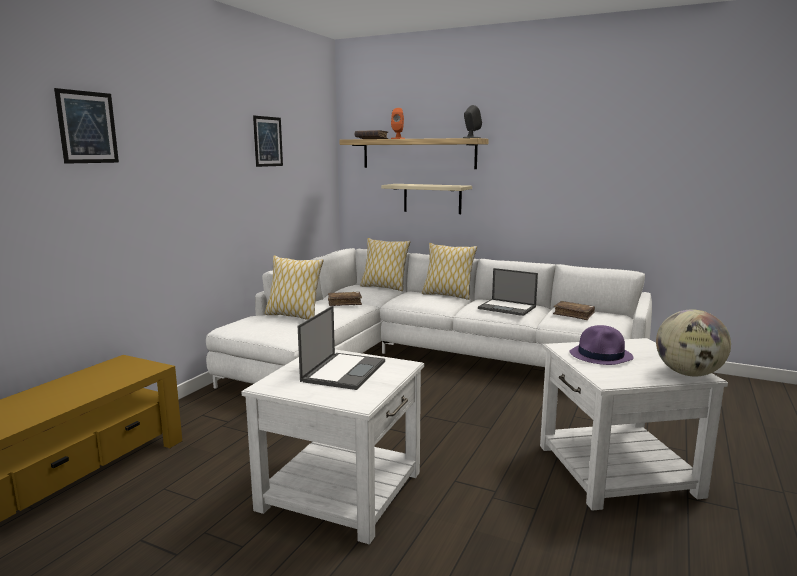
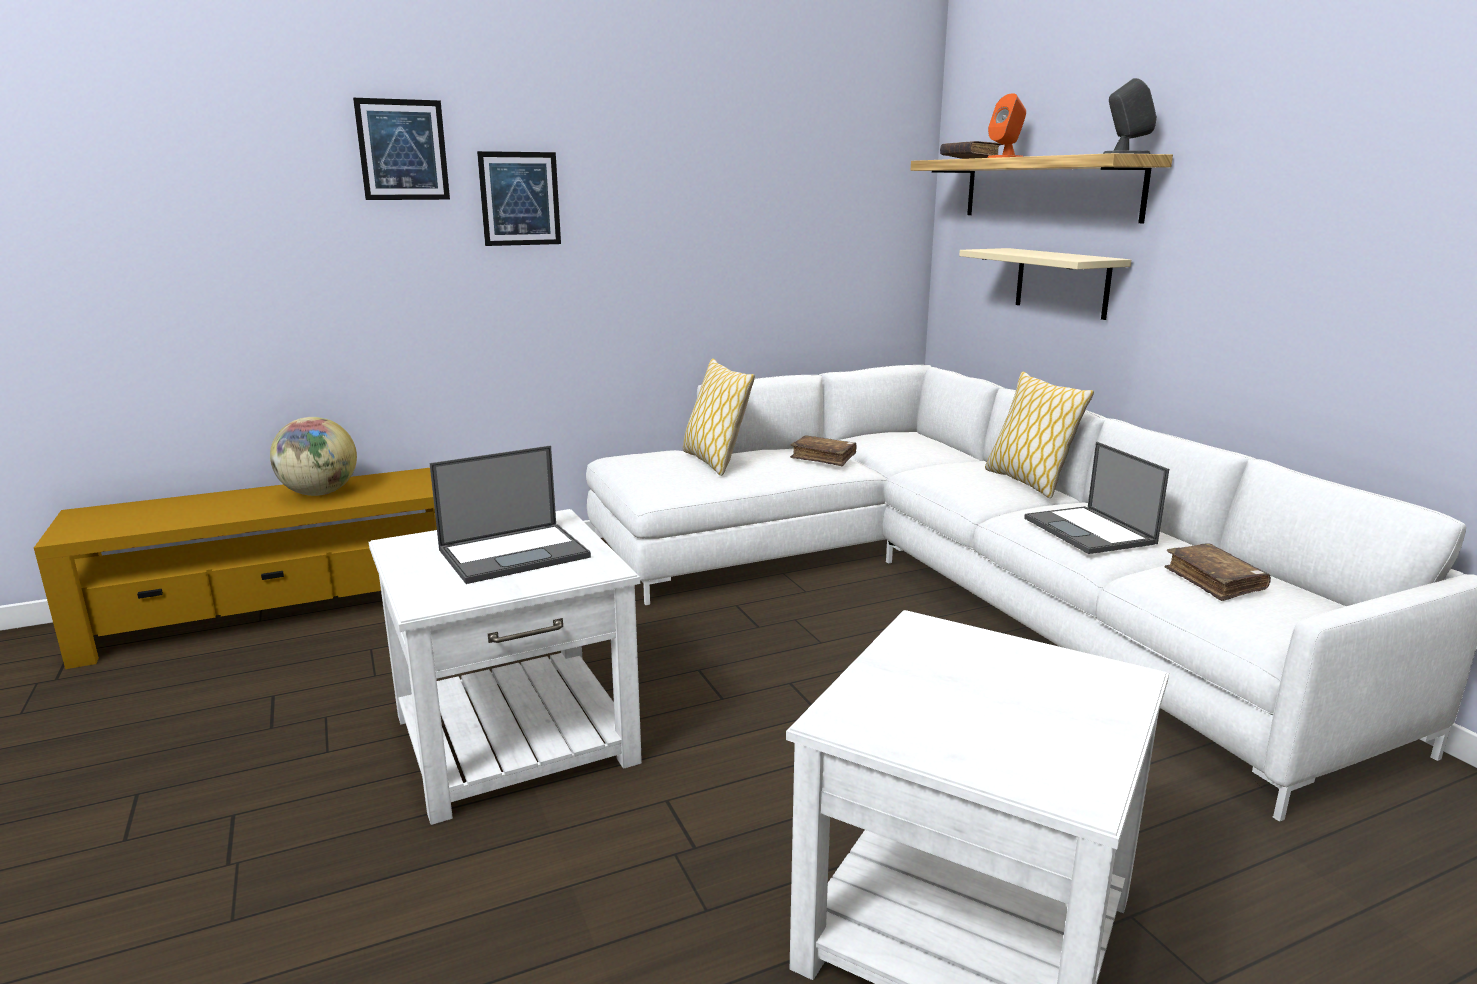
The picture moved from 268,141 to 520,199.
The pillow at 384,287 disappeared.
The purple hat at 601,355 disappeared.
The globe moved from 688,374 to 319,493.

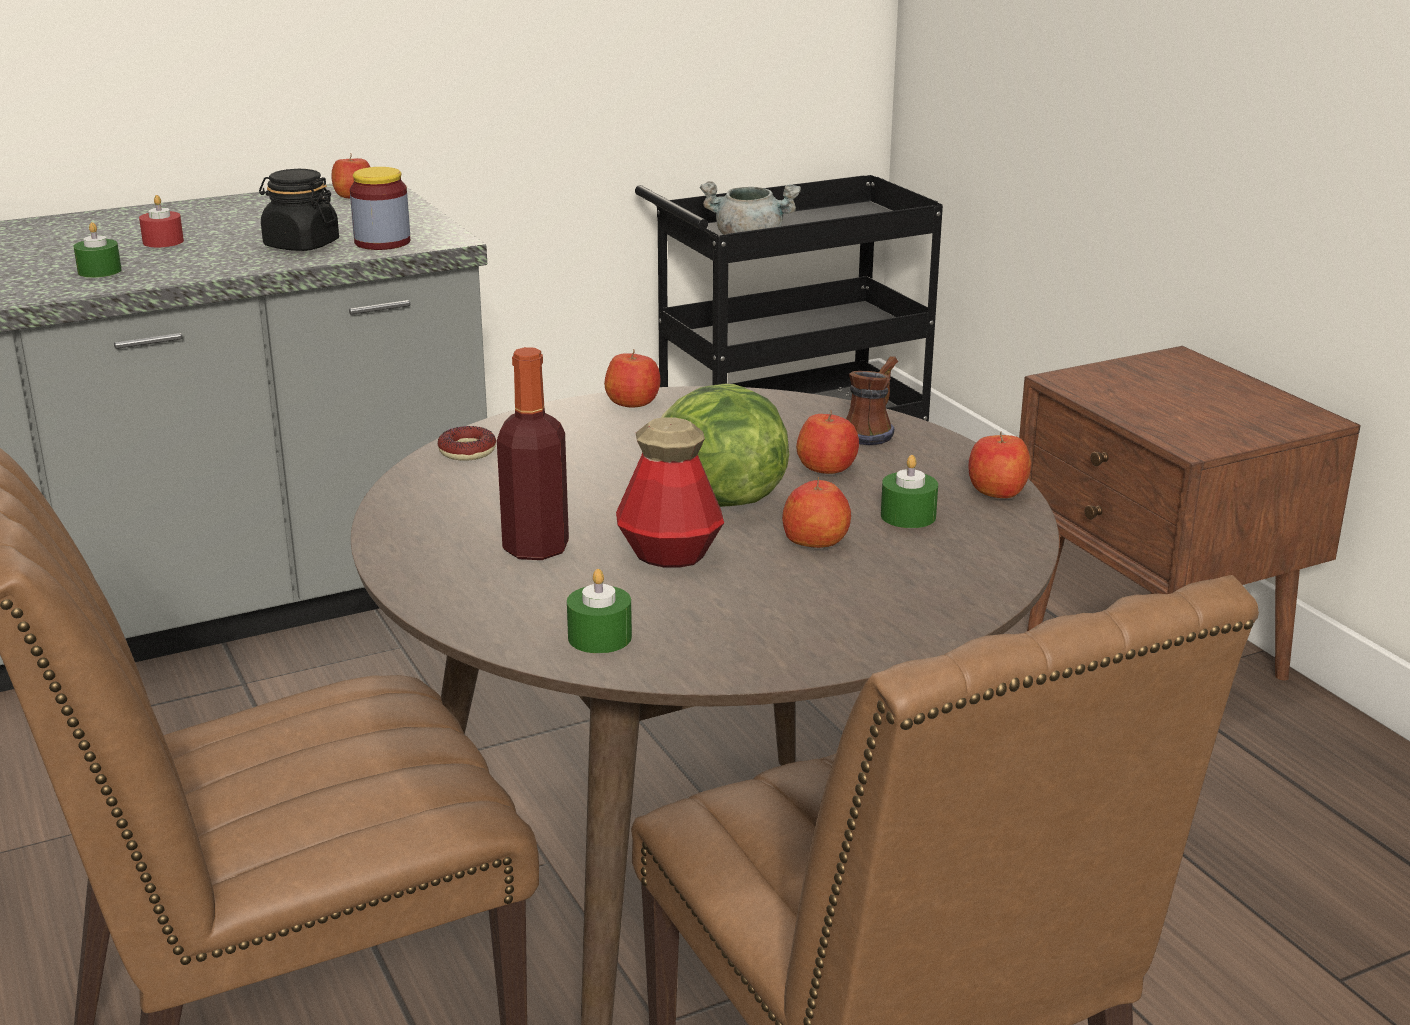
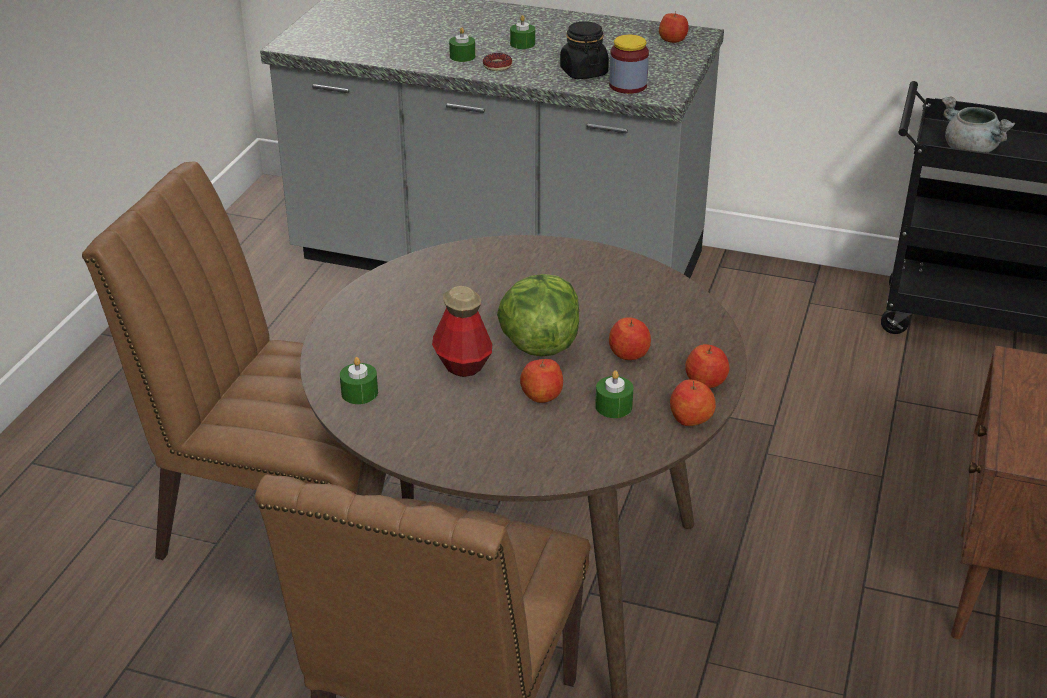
The red candle at 163,241 became the green candle at 522,44.
The donut moved from 467,451 to 497,66.
The bottle at 535,548 disappeared.
The apple moved from 633,402 to 706,381.
The mug at 873,430 disappeared.

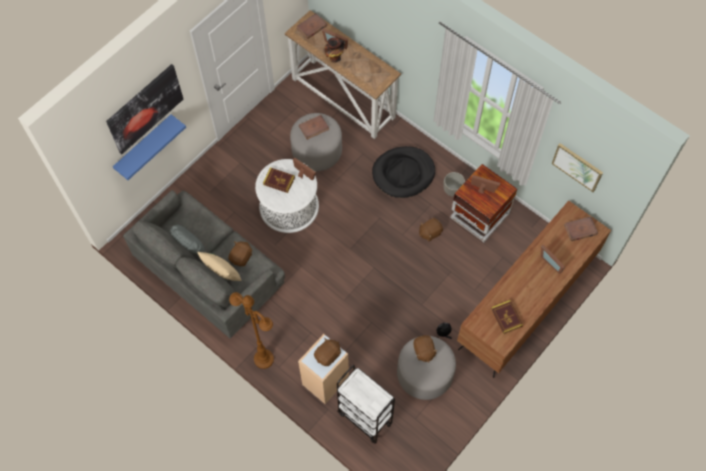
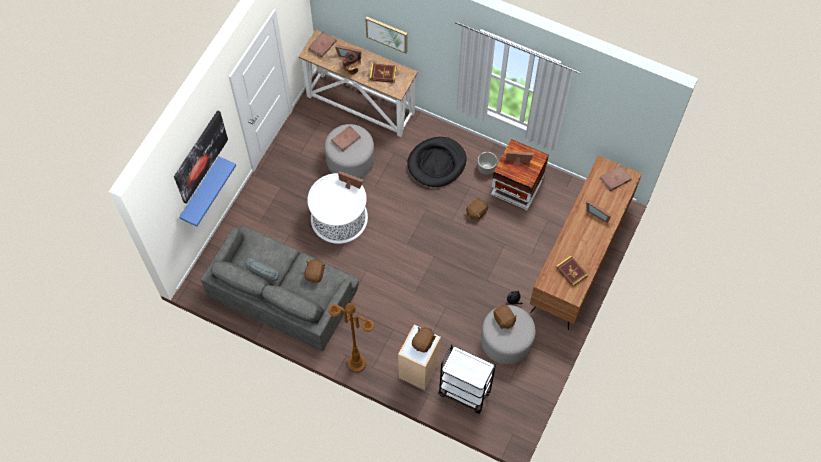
The beige pillow at 222,274 disappeared.
The book moved from 279,181 to 383,74.
The picture moved from 577,166 to 387,34.

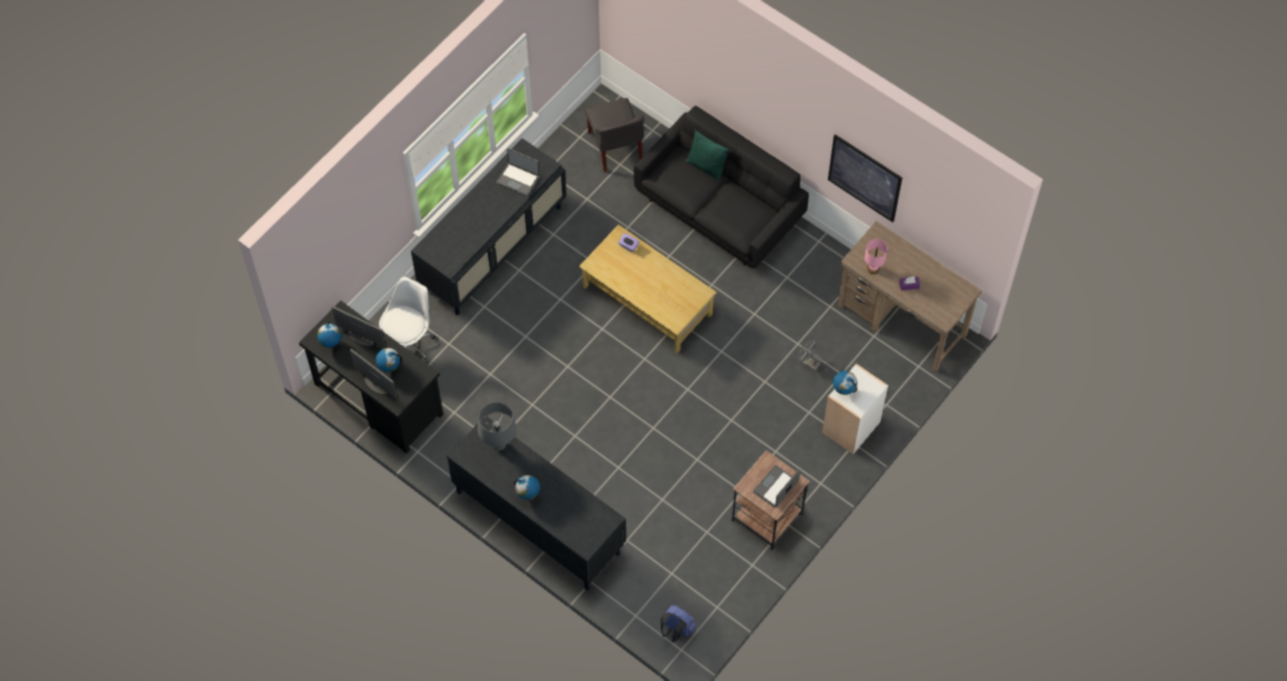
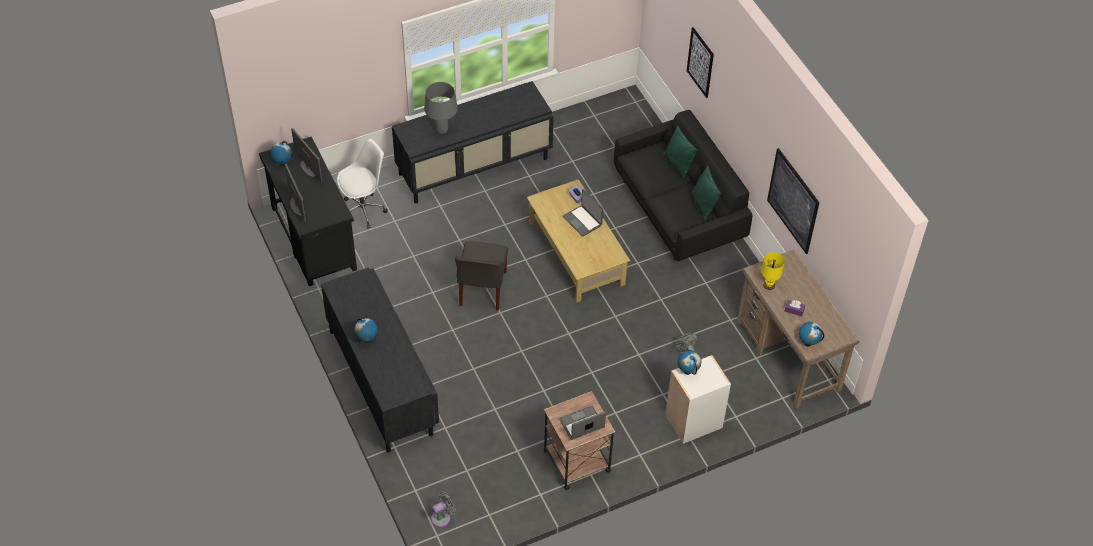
The globe moved from 389,368 to 808,343.
The grey table lamp moved from 499,445 to 442,130.
The laptop moved from 518,179 to 582,221.
The grey chair moved from 615,148 to 482,290.
The blue backpack at 676,630 was replaced by the grey fan at 442,517.
The pink table lamp at 873,269 became the yellow table lamp at 769,285.
The picture at 700,62 appeared.
The green pillow at 702,205 appeared.

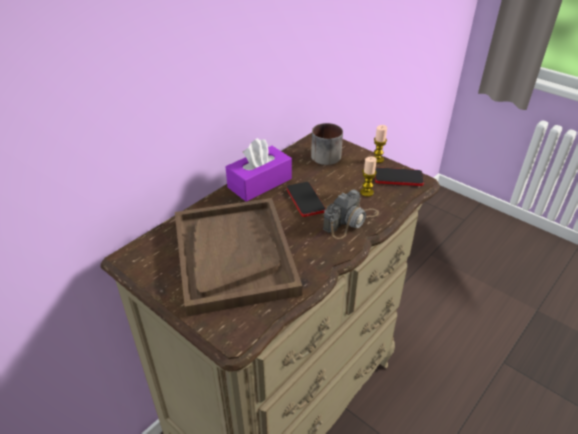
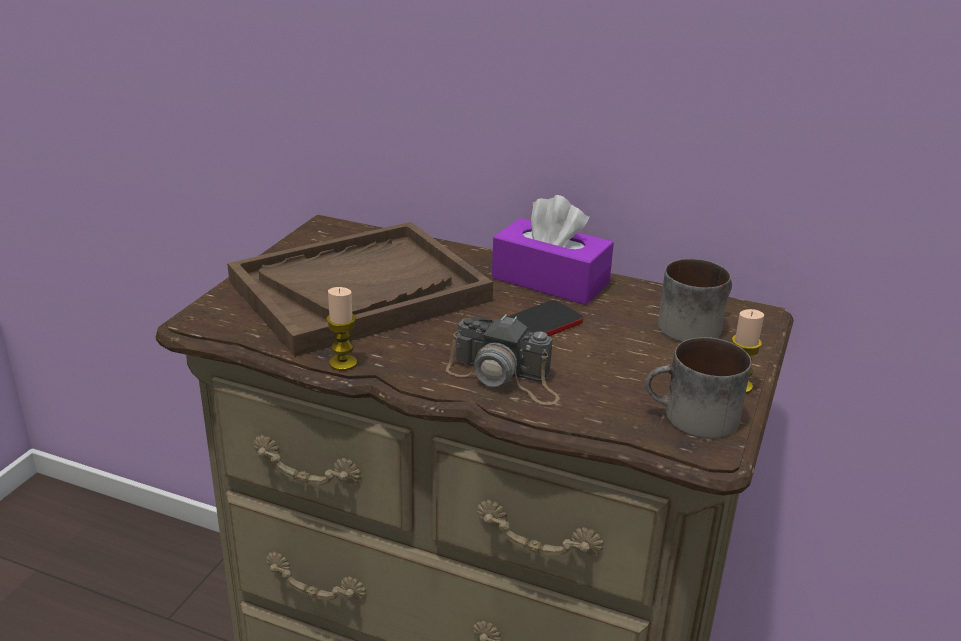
The candle moved from 366,192 to 343,363.
The phone at 398,178 was replaced by the mug at 692,418.

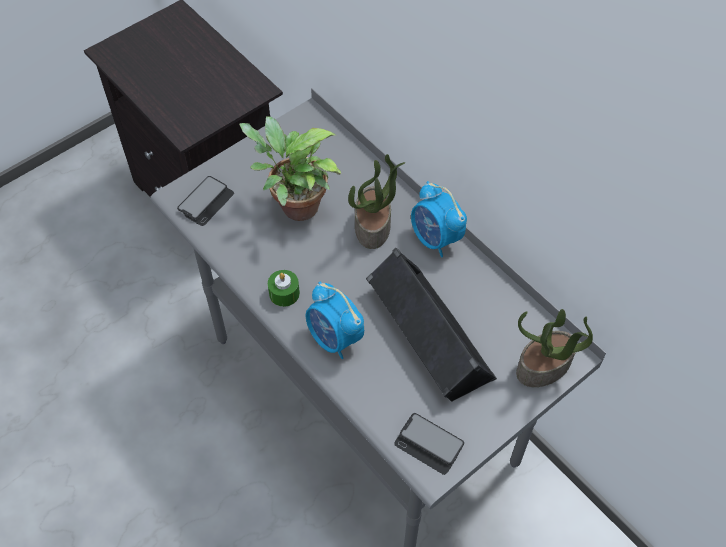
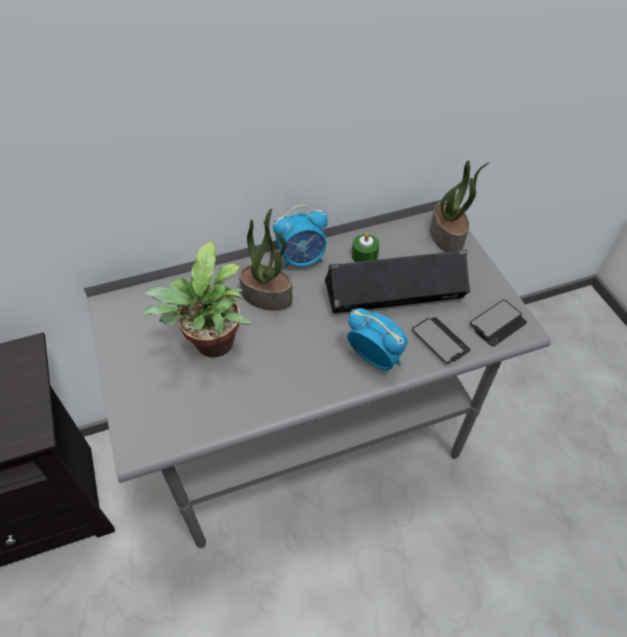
The phone moved from 206,202 to 440,341.
The green candle moved from 284,293 to 364,255.
The alarm clock at 335,338 turned 120 degrees counterclockwise.

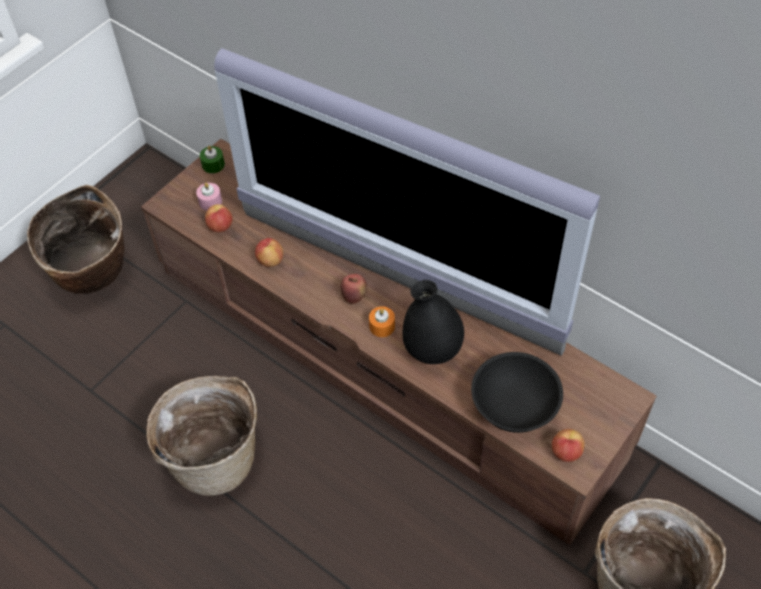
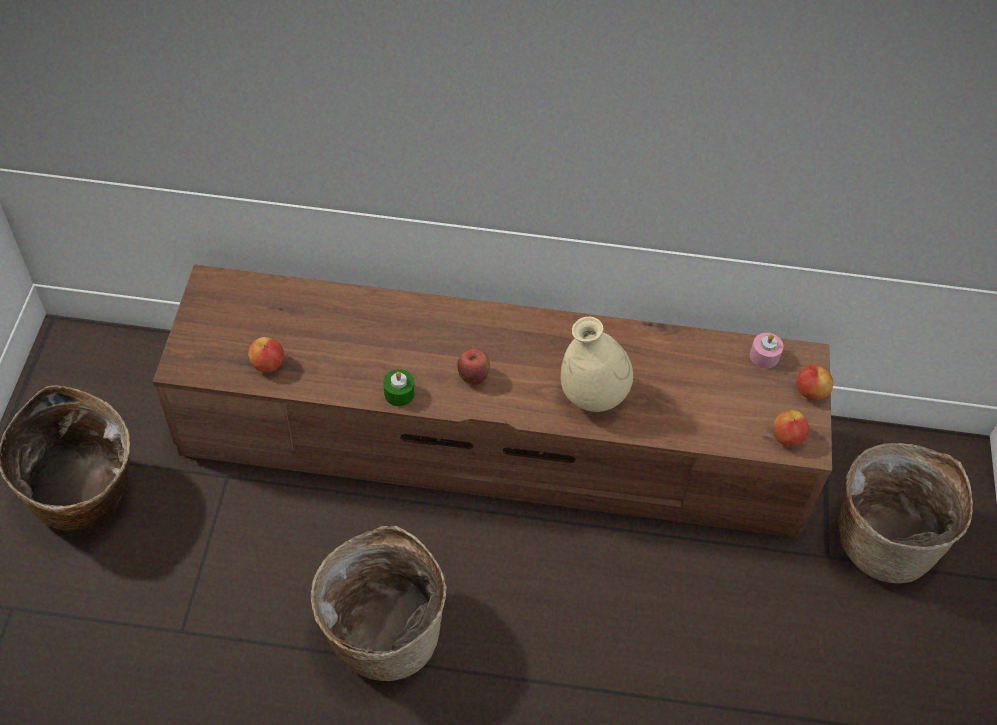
The pink candle moved from 210,201 to 764,356.
The green candle moved from 213,165 to 399,393.
The television at 396,283 disappeared.
The apple moved from 270,260 to 810,392.
The orange candle at 382,326 disappeared.
The black vase at 432,350 became the beige vase at 592,396.
The black bowl at 513,407 disappeared.

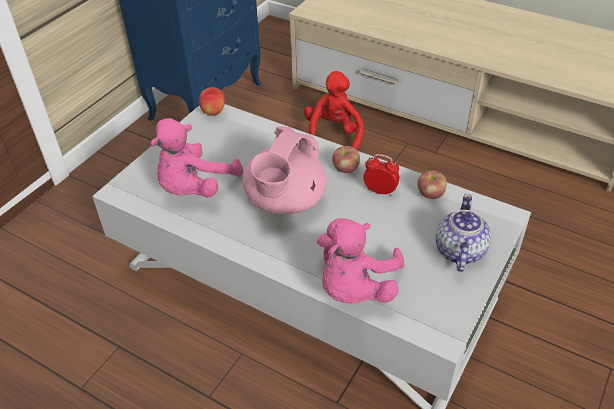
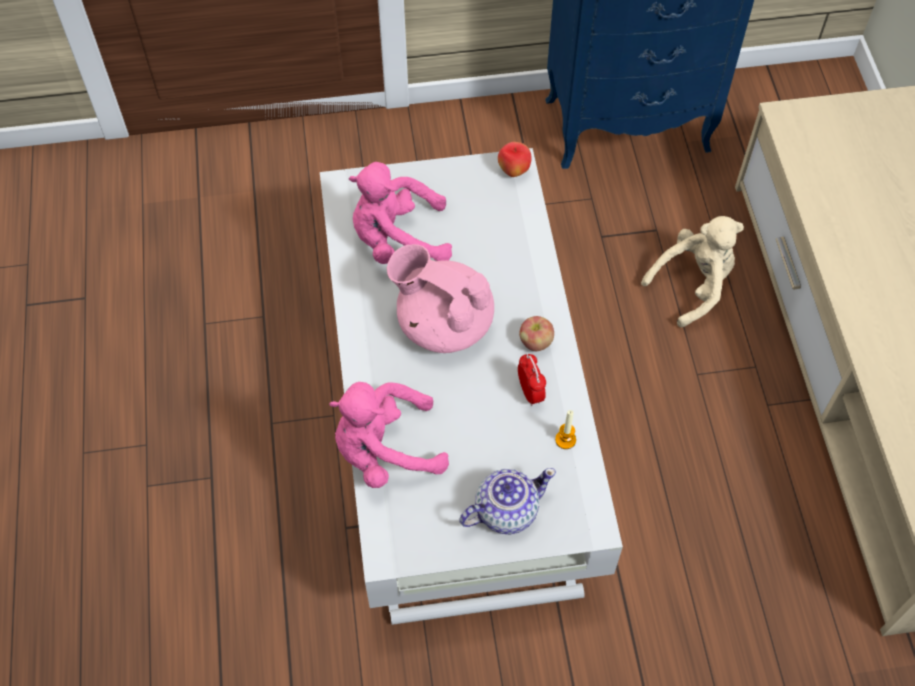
The pink teapot at 285,202 turned 45 degrees clockwise.
The red plush toy at 333,135 became the beige plush toy at 693,285.
The apple at 430,194 was replaced by the candle at 565,440.

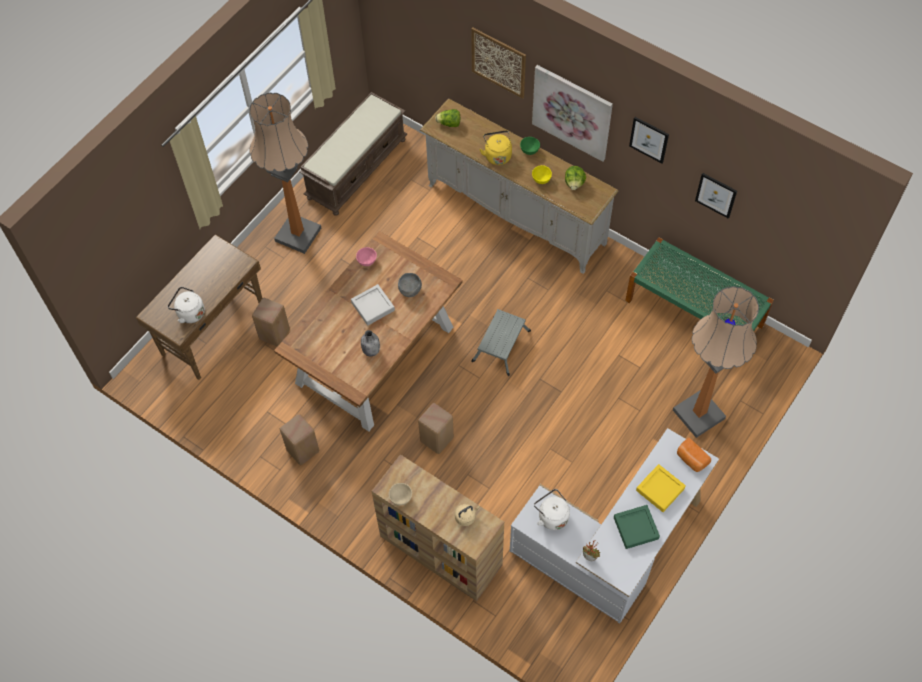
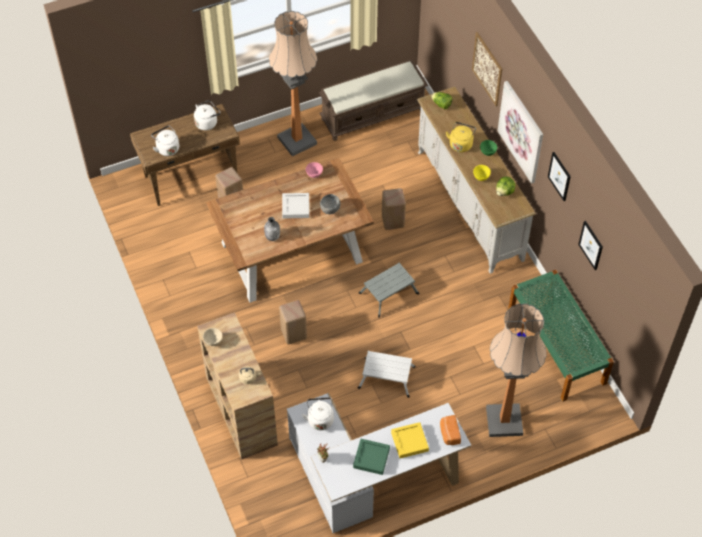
The beige stool moved from 301,450 to 392,221.
The white kettle at 207,122 appeared.
The white step ladder at 386,377 appeared.

